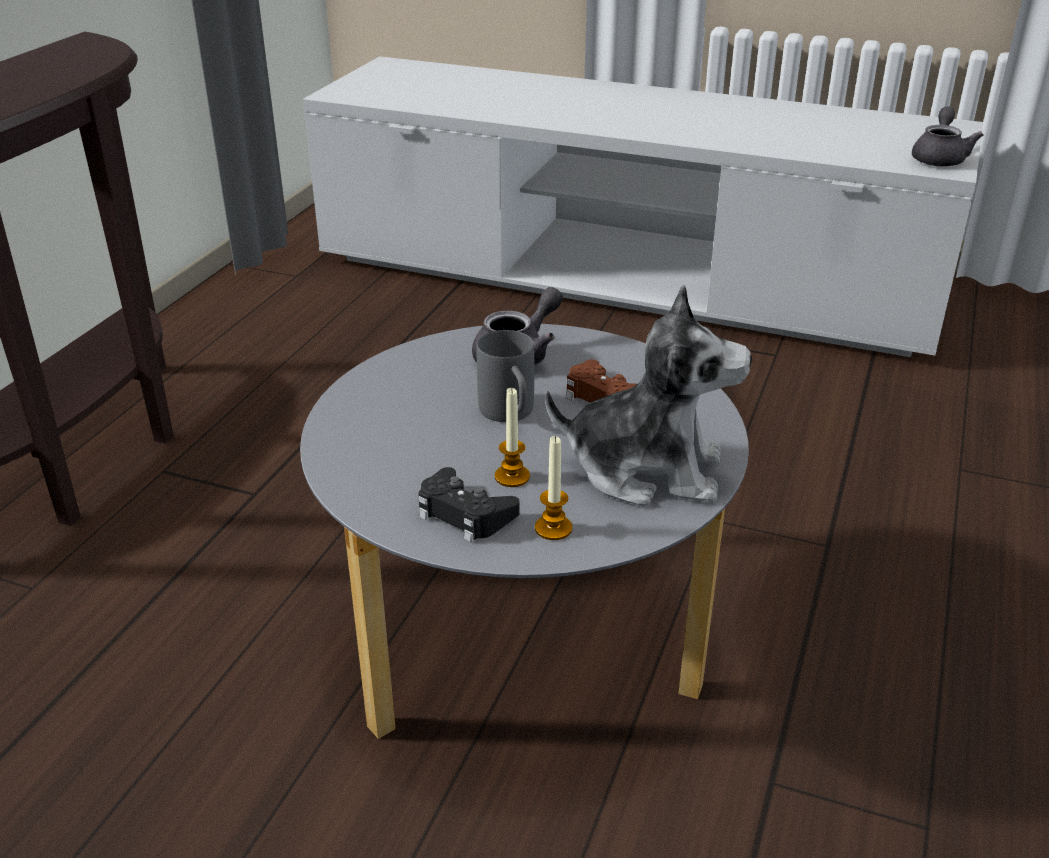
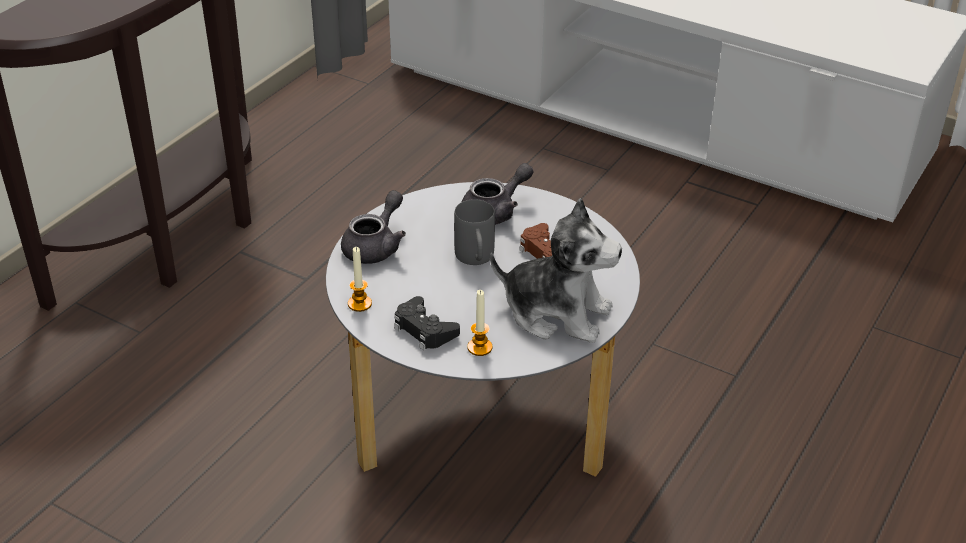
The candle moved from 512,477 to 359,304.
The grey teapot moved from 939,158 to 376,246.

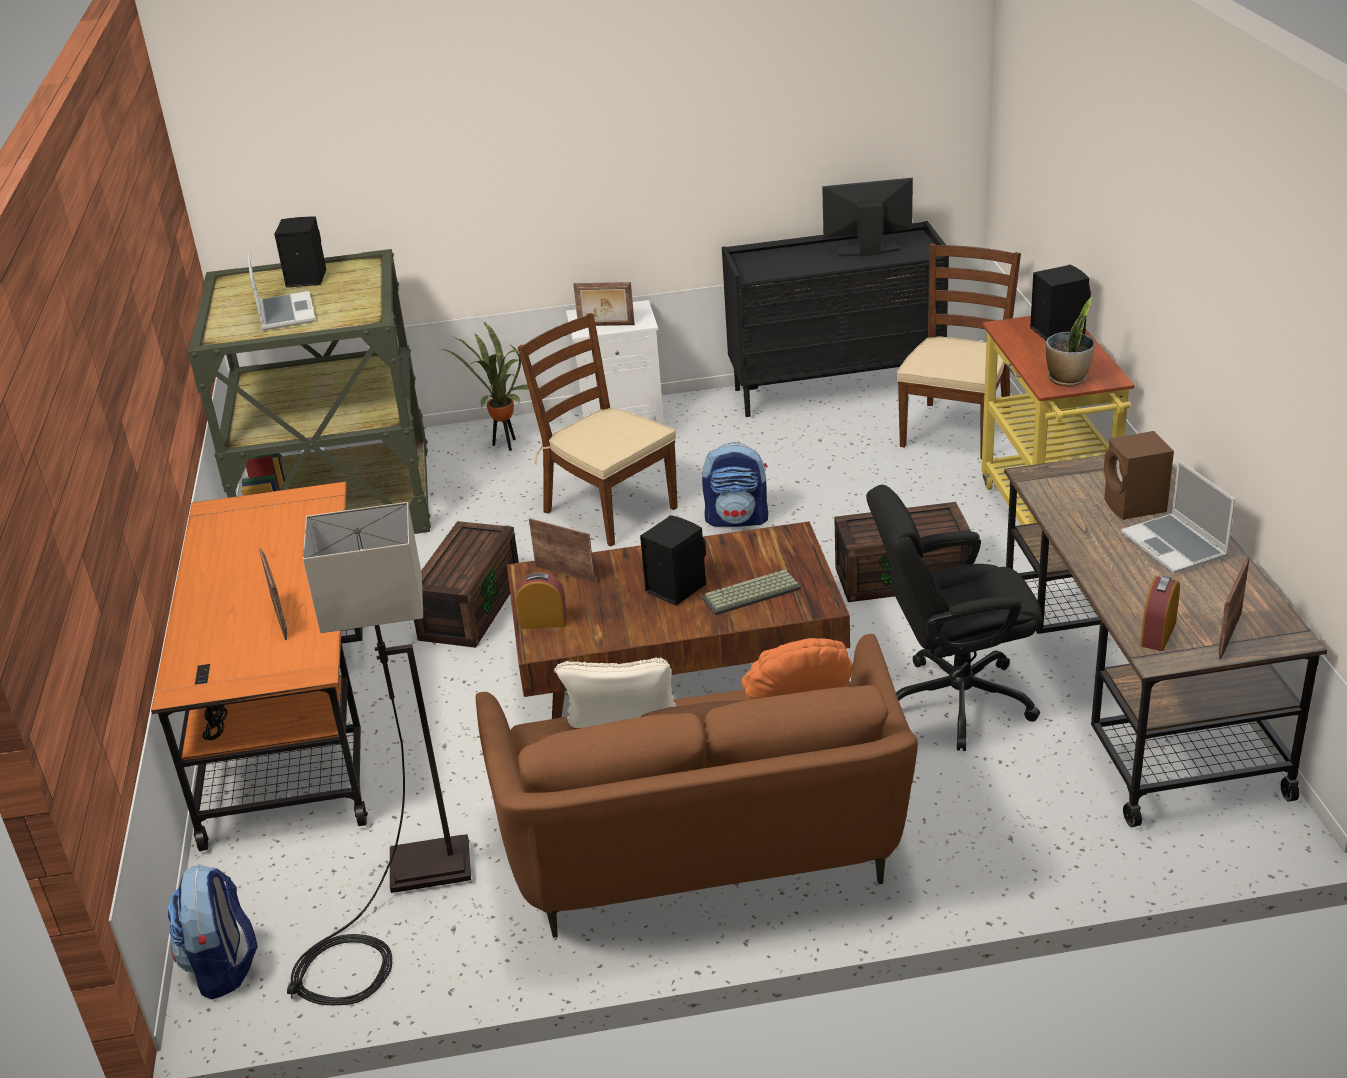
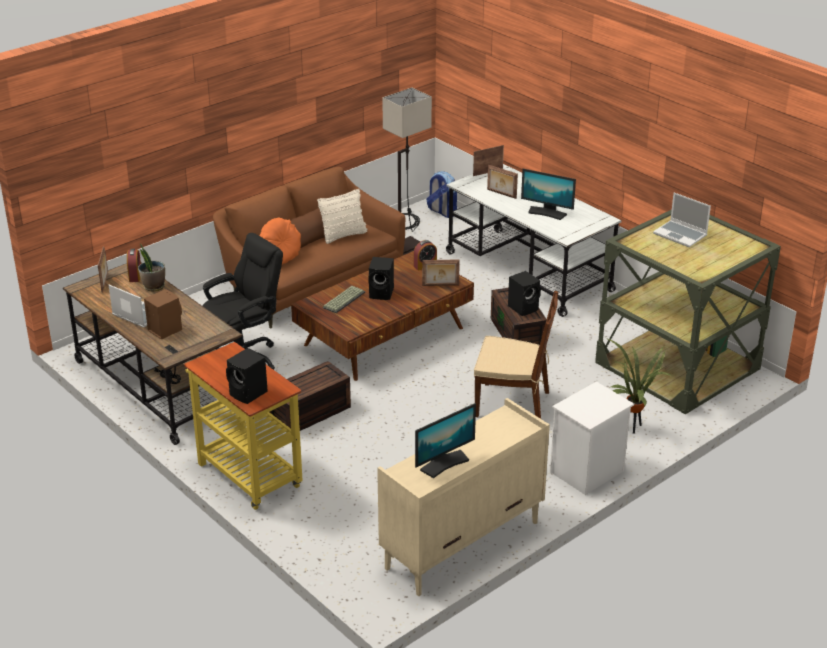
The orange desk at 292,722 became the white desk at 528,271.
The black speaker moved from 304,278 to 524,308.
The picture frame moved from 606,325 to 487,172.
The backpack at 737,519 disappeared.
The black cabinet at 837,389 became the beige cabinet at 461,545.
The brown chair at 956,430 disappeared.
The potted plant moved from 1068,379 to 153,286.
The monitor at 547,213 appeared.

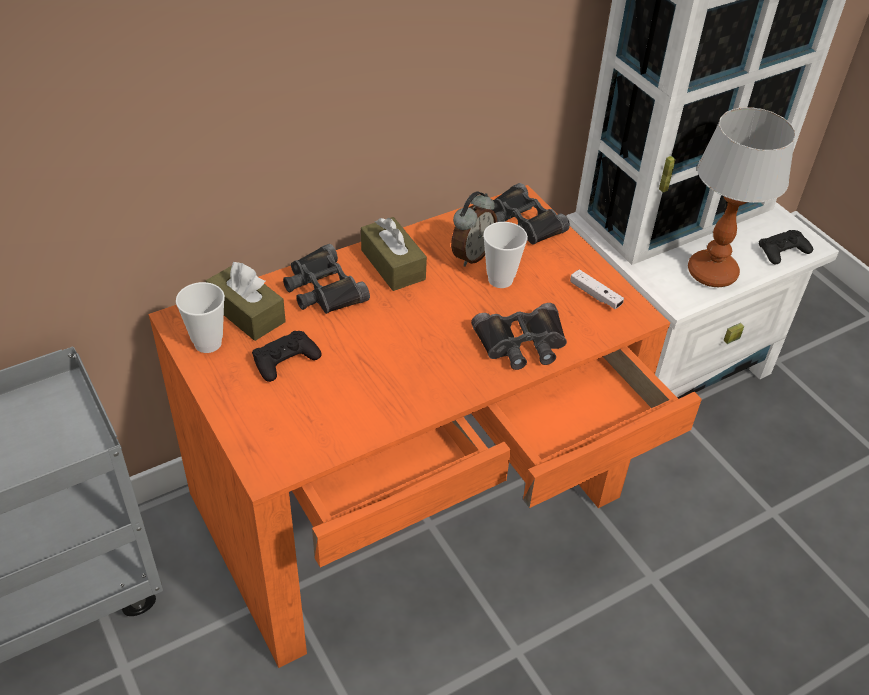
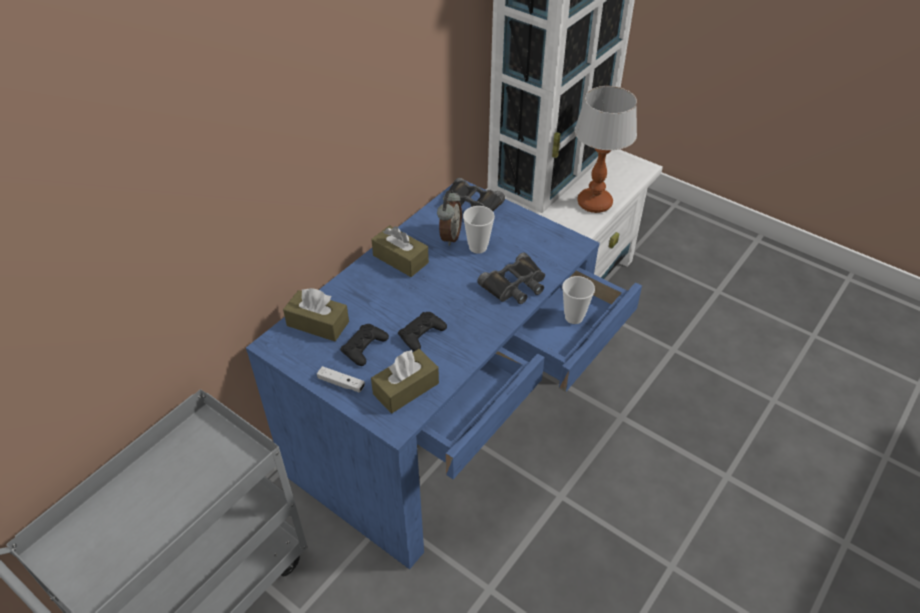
The orange desk at 421,511 became the blue desk at 453,427.
The cup moved from 208,343 to 574,317.
The black binoculars at 323,288 disappeared.
The white game controller moved from 595,295 to 341,383.
The black game controller moved from 783,251 to 421,334.
The brown tissue box at 406,388 appeared.

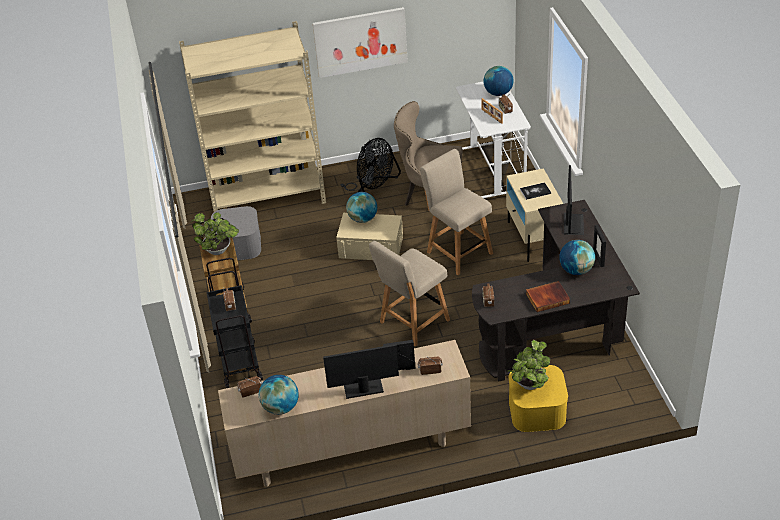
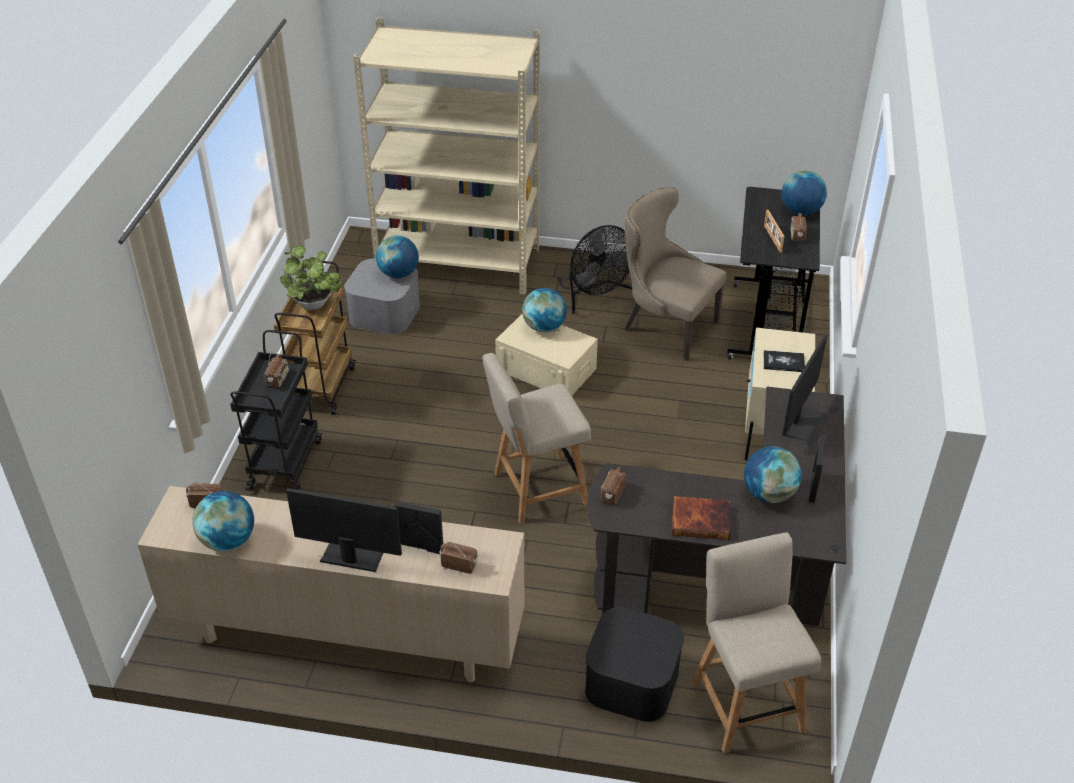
The picture at 360,42 disappeared.
The beige chair moved from 457,251 to 745,701.
The white desk at 492,174 became the black desk at 766,325.
The potted plant at 529,385 disappeared.
The yellow storage box at 536,410 became the black storage box at 631,680.
The globe at 398,274 appeared.

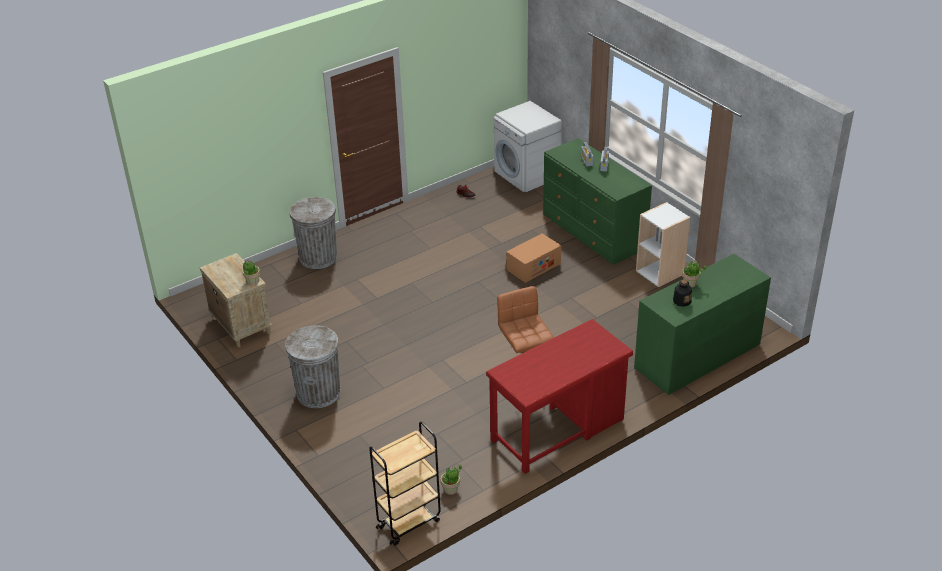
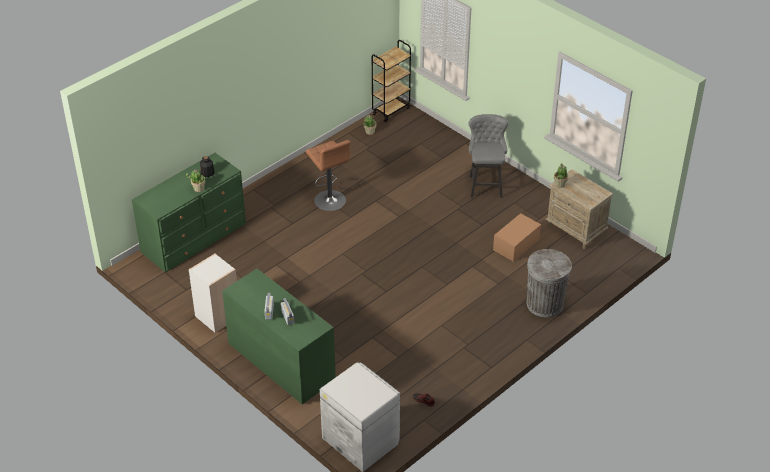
The grey trash can at 318,393 was replaced by the grey stool at 485,183.
The red desk at 558,430 disappeared.
The cardboard box moved from 533,266 to 516,244.

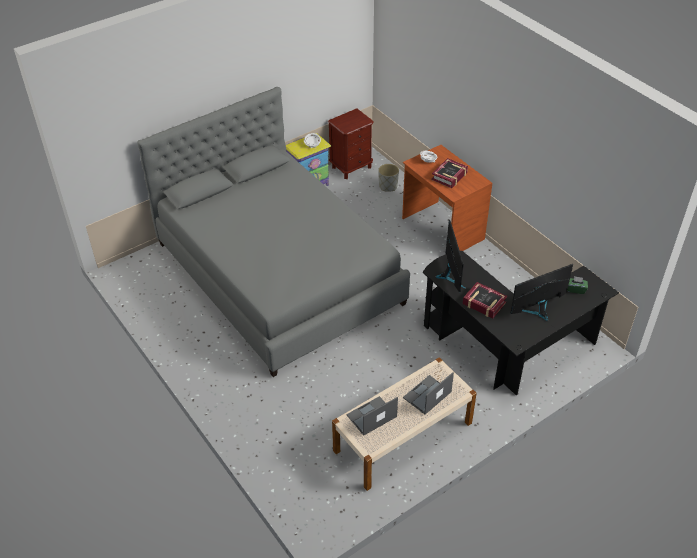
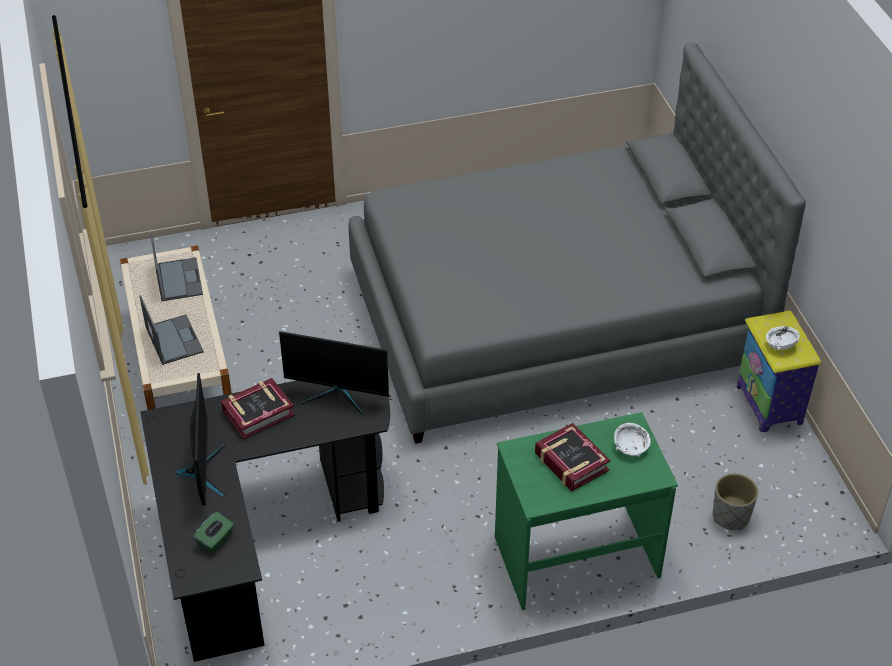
The brown nightstand at 351,167 disappeared.
The brown desk at 442,229 became the green desk at 576,555.

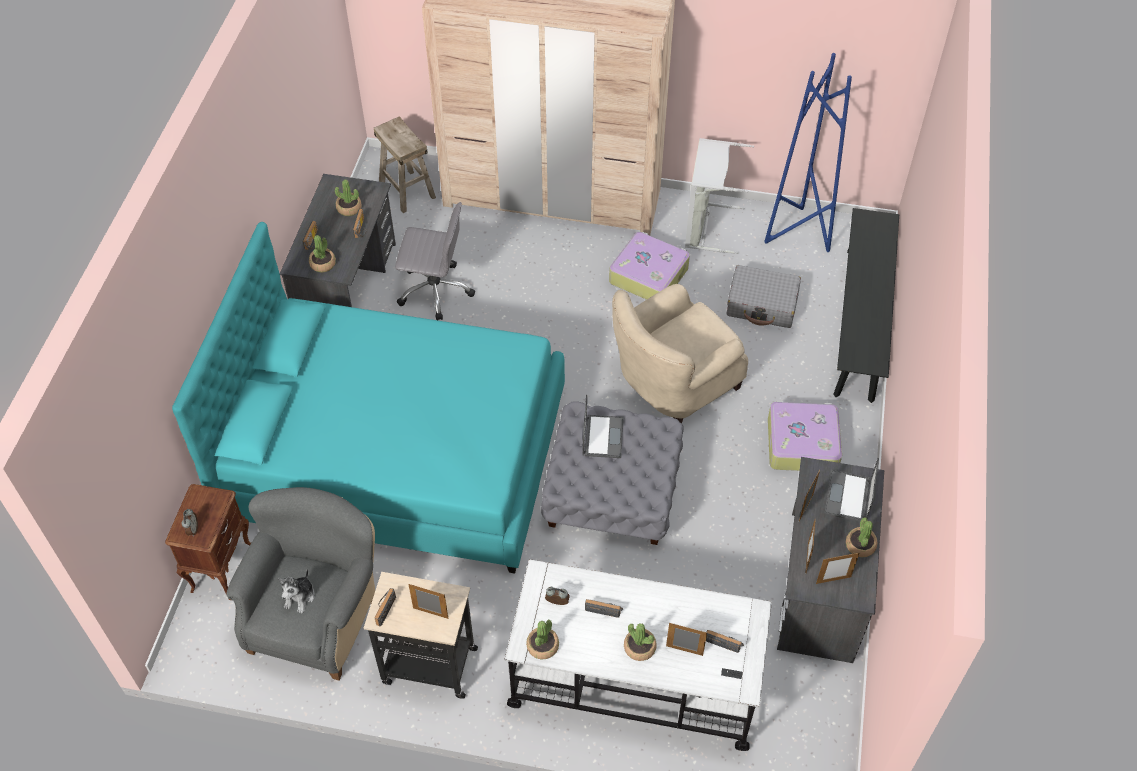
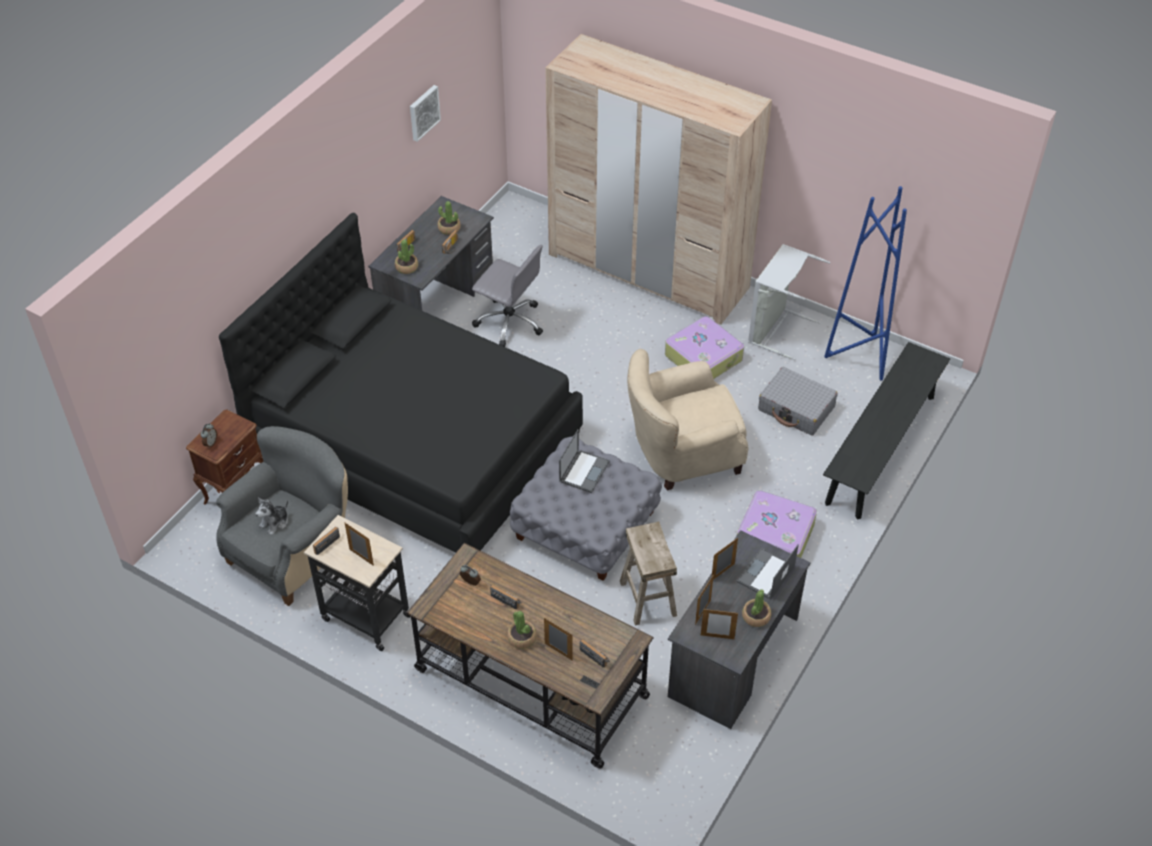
The turquoise bed at 396,453 became the black bed at 415,444.
The beige stool moved from 406,191 to 647,598.
The white desk at 635,681 became the brown desk at 531,683.
The potted plant at 542,646 disappeared.
The picture at 423,112 appeared.

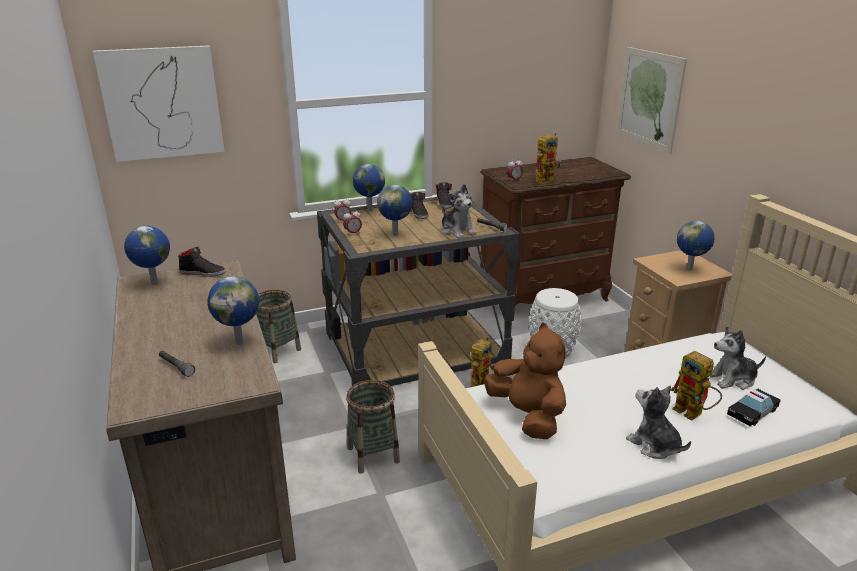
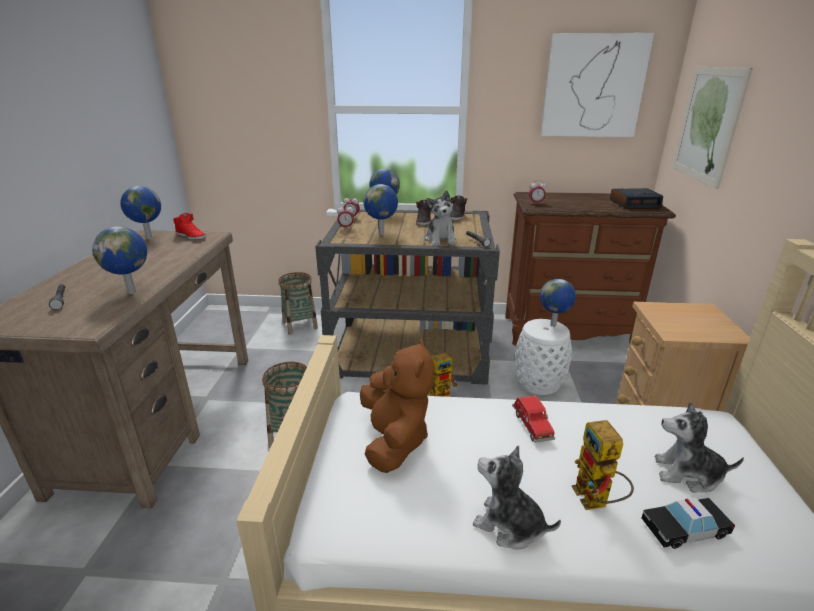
The picture moved from 162,103 to 593,86.
The black shoe at 203,272 became the red shoe at 191,236.
The toy robot at 546,180 disappeared.
The plush toy at 654,445 turned 45 degrees counterclockwise.
The globe moved from 690,269 to 553,325.
The red toy car at 531,425 appeared.
The alarm clock at 634,204 appeared.

